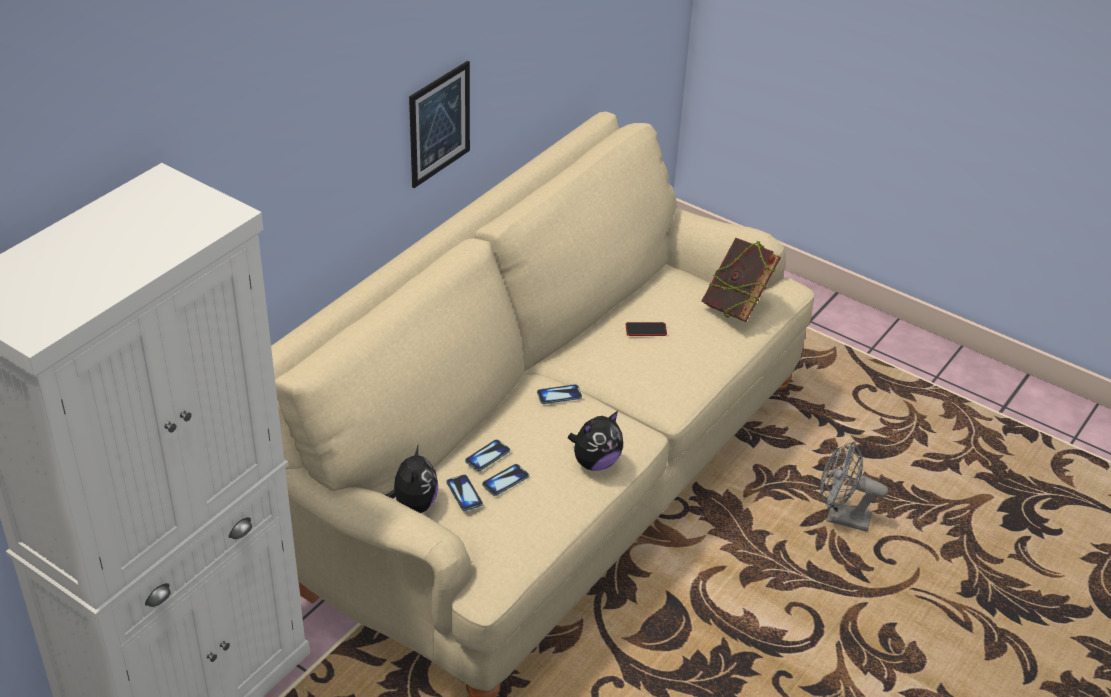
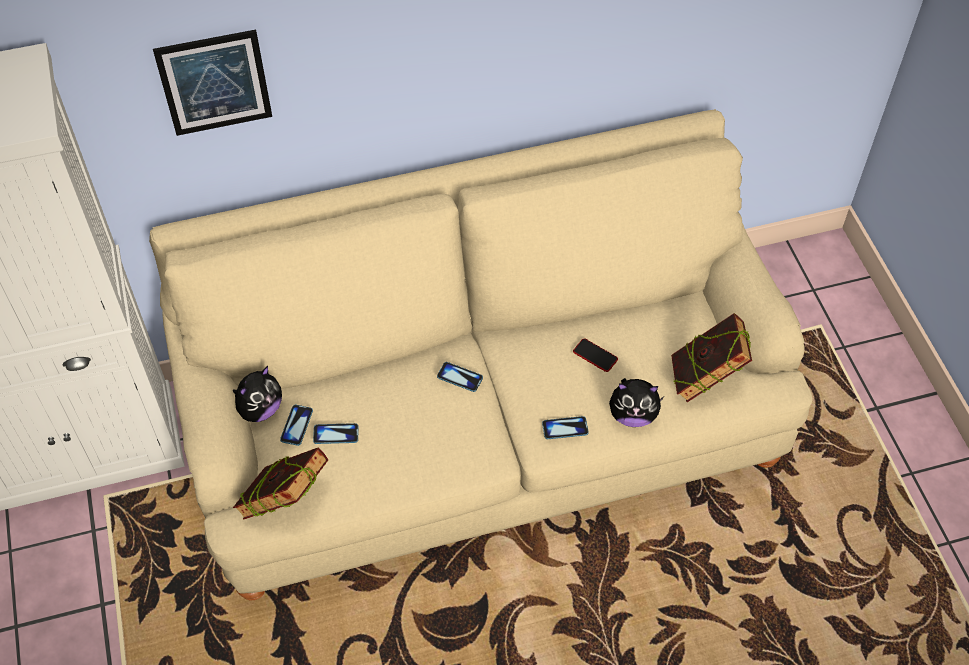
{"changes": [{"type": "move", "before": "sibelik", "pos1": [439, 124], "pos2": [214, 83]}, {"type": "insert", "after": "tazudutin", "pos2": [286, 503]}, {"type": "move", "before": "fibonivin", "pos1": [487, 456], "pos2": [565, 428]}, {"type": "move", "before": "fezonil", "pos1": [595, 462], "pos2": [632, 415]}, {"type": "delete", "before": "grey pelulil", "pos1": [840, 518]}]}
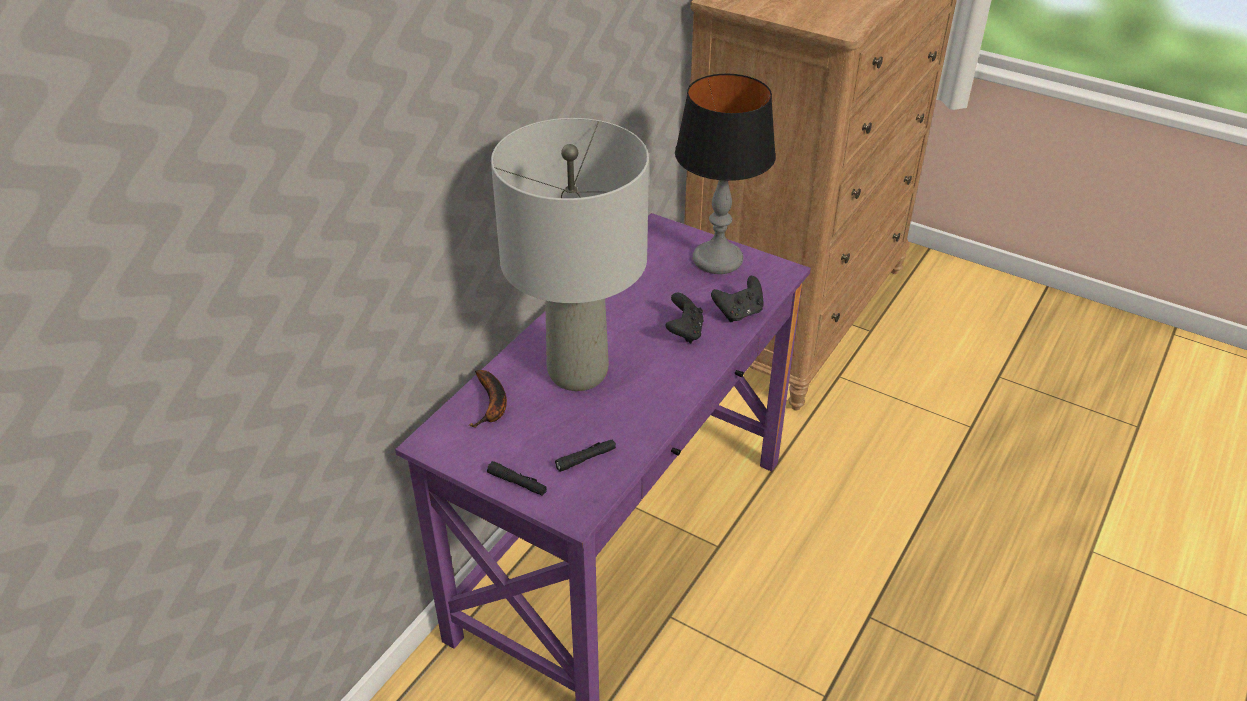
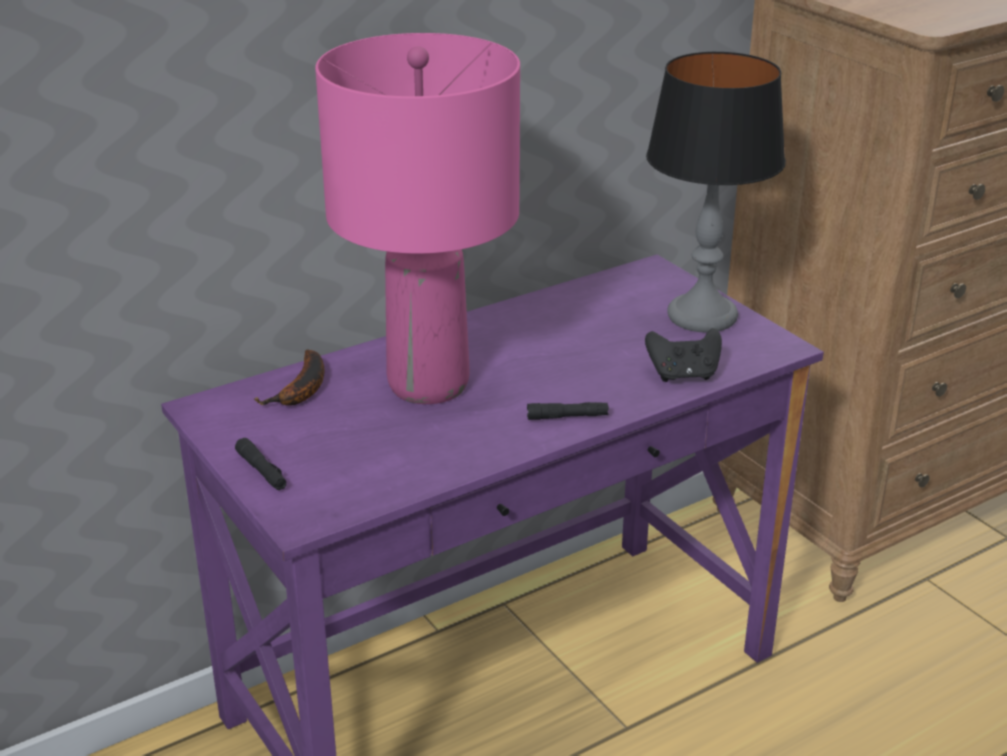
{"changes": [{"type": "recolor", "before": "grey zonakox", "after": "pink zonakox", "pos1": [579, 371], "pos2": [430, 384]}, {"type": "move", "before": "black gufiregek", "pos1": [586, 458], "pos2": [567, 416]}, {"type": "delete", "before": "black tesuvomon", "pos1": [684, 332]}]}
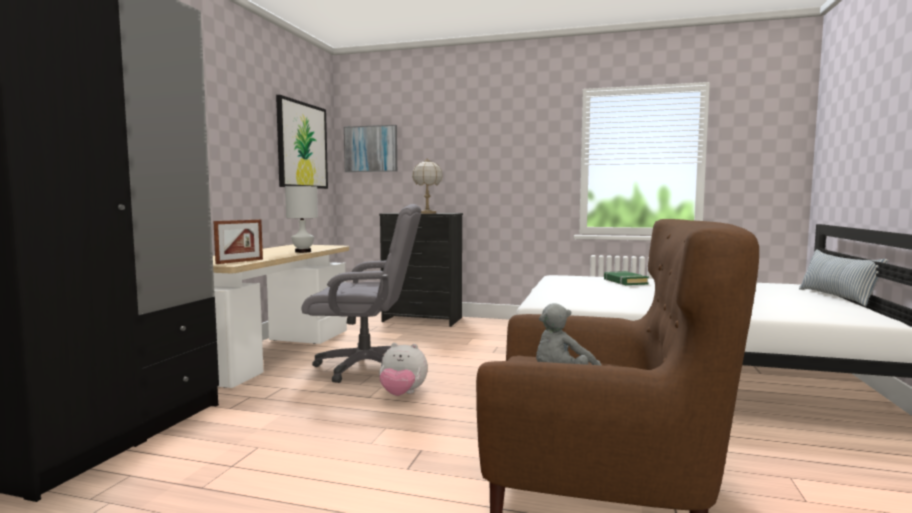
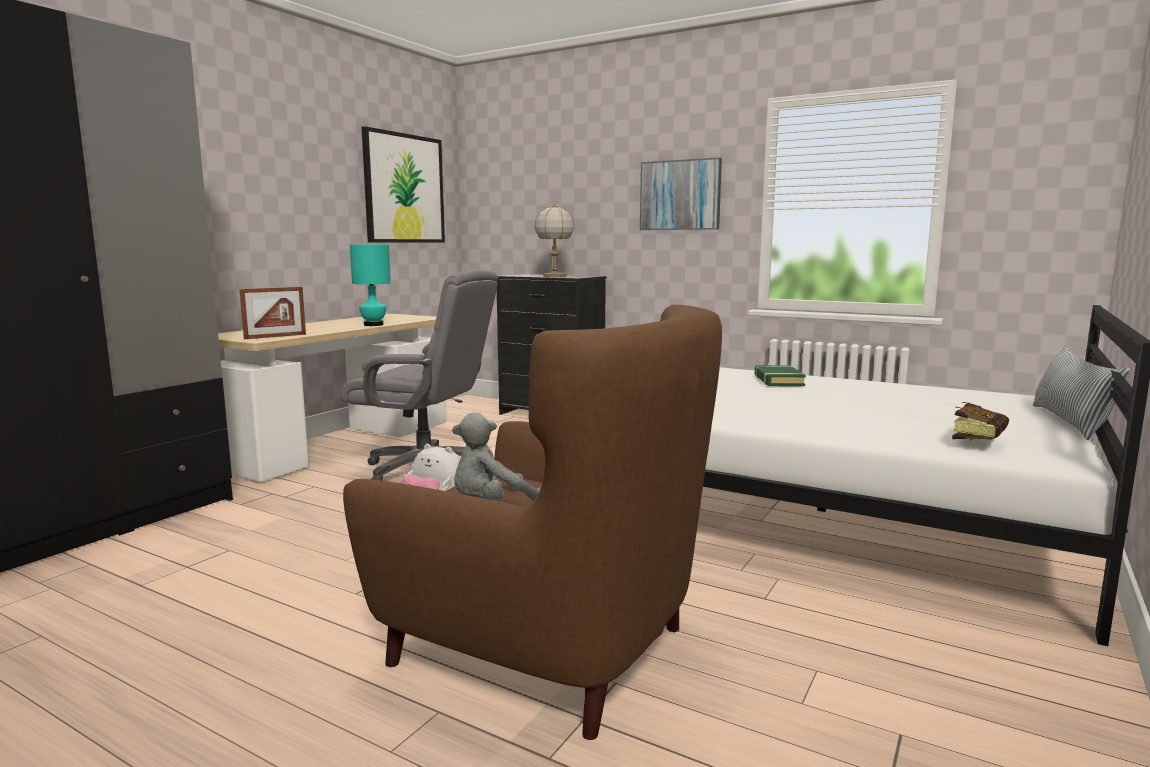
{"changes": [{"type": "recolor", "before": "white zonakox", "after": "turquoise zonakox", "pos1": [302, 251], "pos2": [373, 325]}, {"type": "move", "before": "sibelik", "pos1": [371, 149], "pos2": [680, 195]}, {"type": "insert", "after": "tazudutin", "pos2": [979, 440]}]}
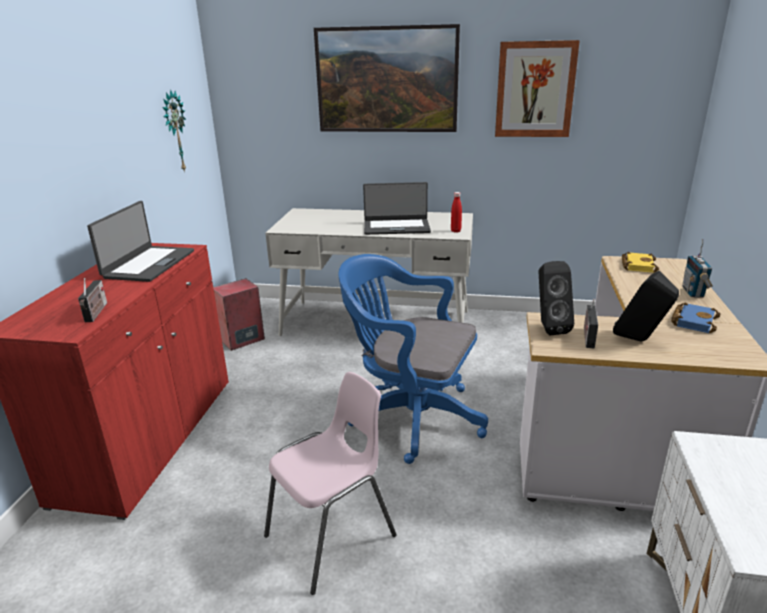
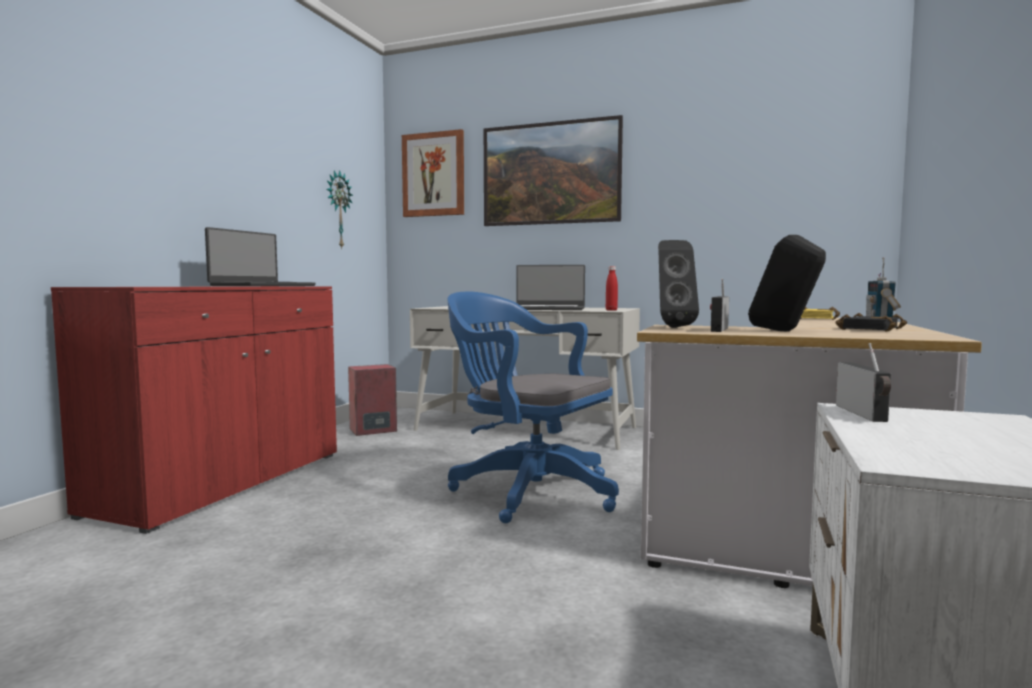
{"changes": [{"type": "move", "before": "sibelik", "pos1": [535, 90], "pos2": [433, 174]}, {"type": "recolor", "before": "blue tazudutin", "after": "black tazudutin", "pos1": [692, 321], "pos2": [868, 329]}, {"type": "move", "before": "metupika", "pos1": [96, 313], "pos2": [863, 414]}, {"type": "delete", "before": "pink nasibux", "pos1": [333, 536]}]}
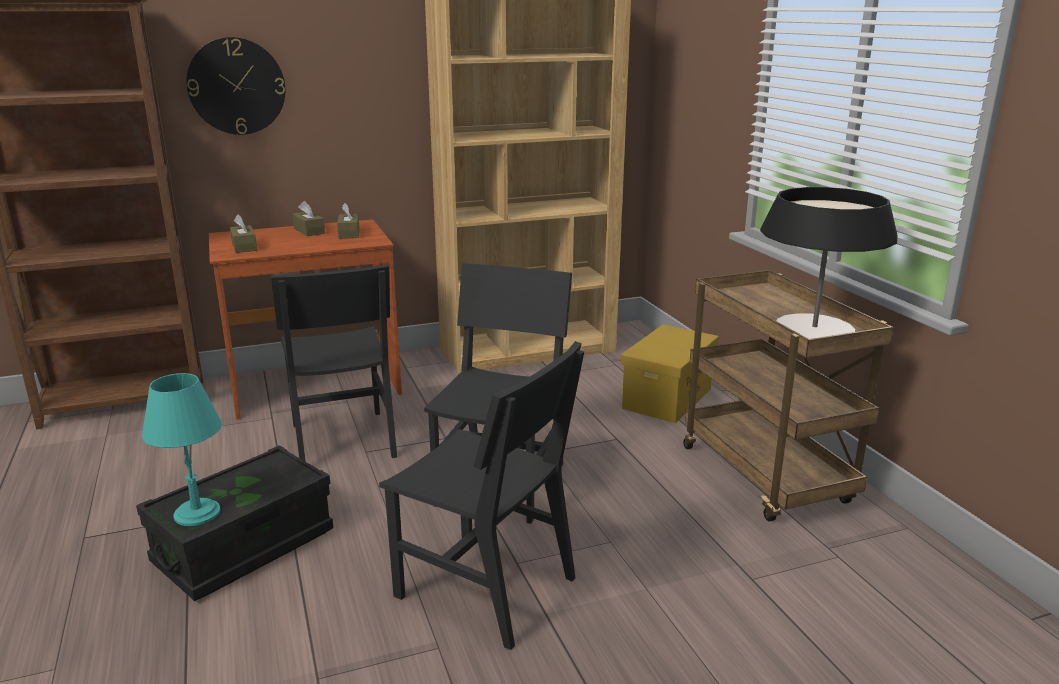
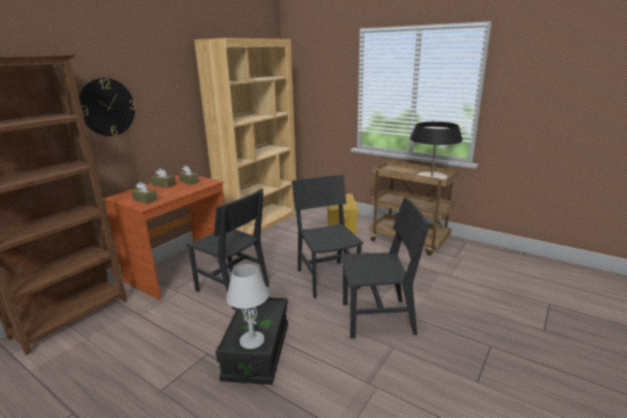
{"changes": [{"type": "recolor", "before": "turquoise zonakox", "after": "grey zonakox", "pos1": [196, 513], "pos2": [251, 340]}]}
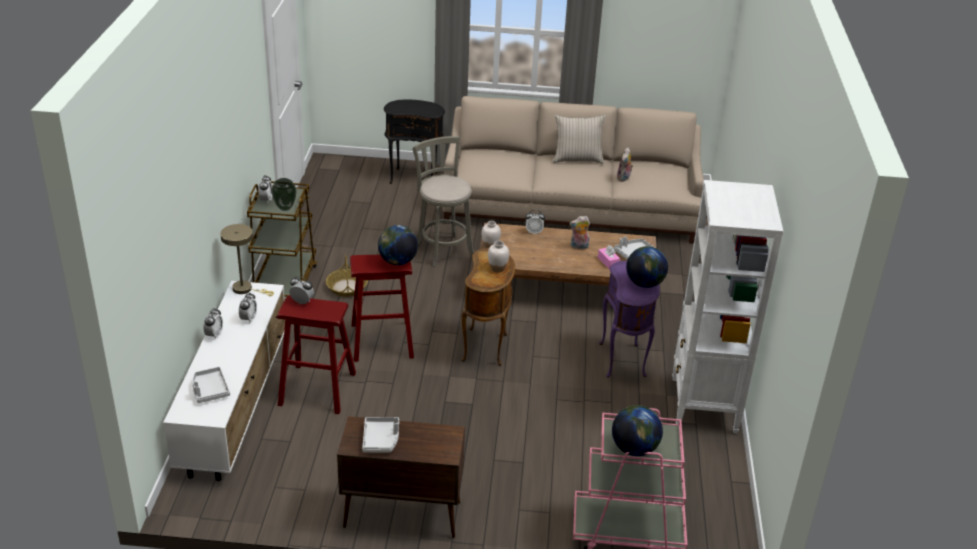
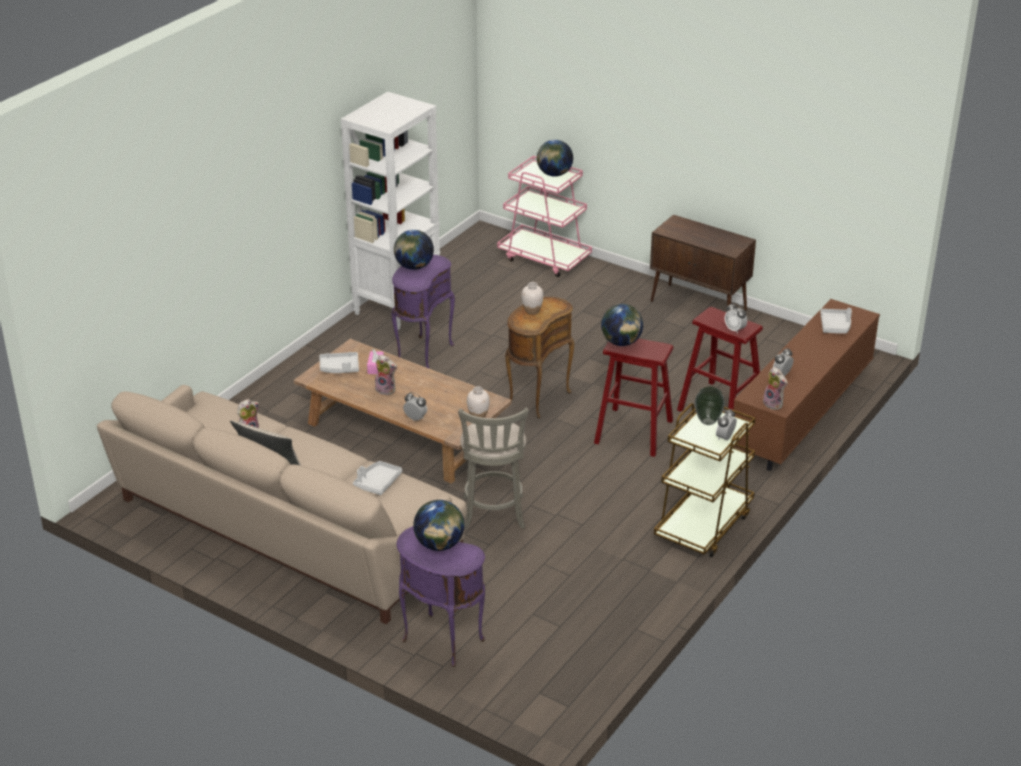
{"changes": [{"type": "move", "before": "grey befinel", "pos1": [381, 439], "pos2": [377, 483]}, {"type": "recolor", "before": "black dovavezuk", "after": "purple dovavezuk", "pos1": [414, 177], "pos2": [441, 642]}, {"type": "insert", "after": "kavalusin", "pos2": [439, 545]}, {"type": "recolor", "before": "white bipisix", "after": "brown bipisix", "pos1": [236, 404], "pos2": [801, 414]}, {"type": "replace", "before": "beige zonakox", "after": "fezonil", "pos1": [246, 289], "pos2": [774, 404]}, {"type": "delete", "before": "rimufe", "pos1": [214, 335]}, {"type": "delete", "before": "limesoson", "pos1": [346, 287]}]}
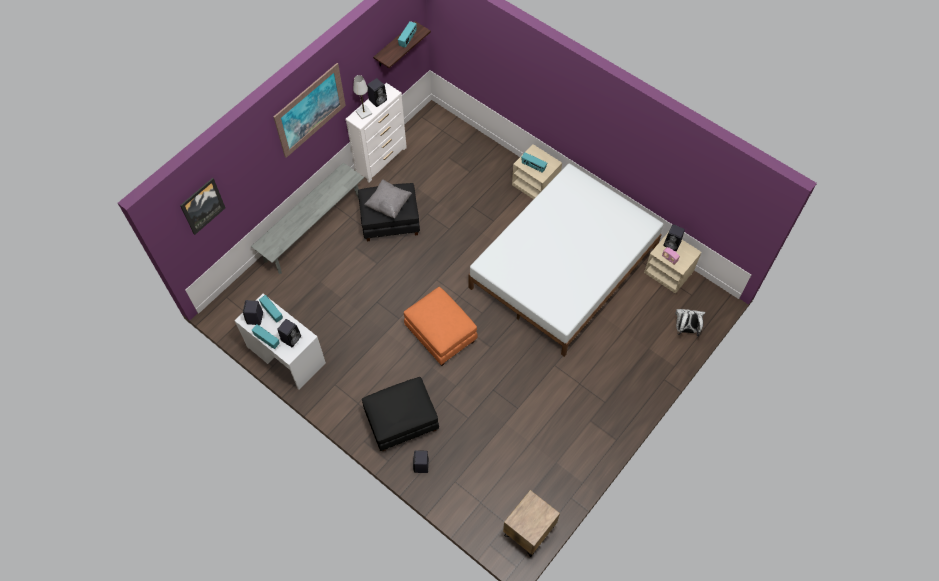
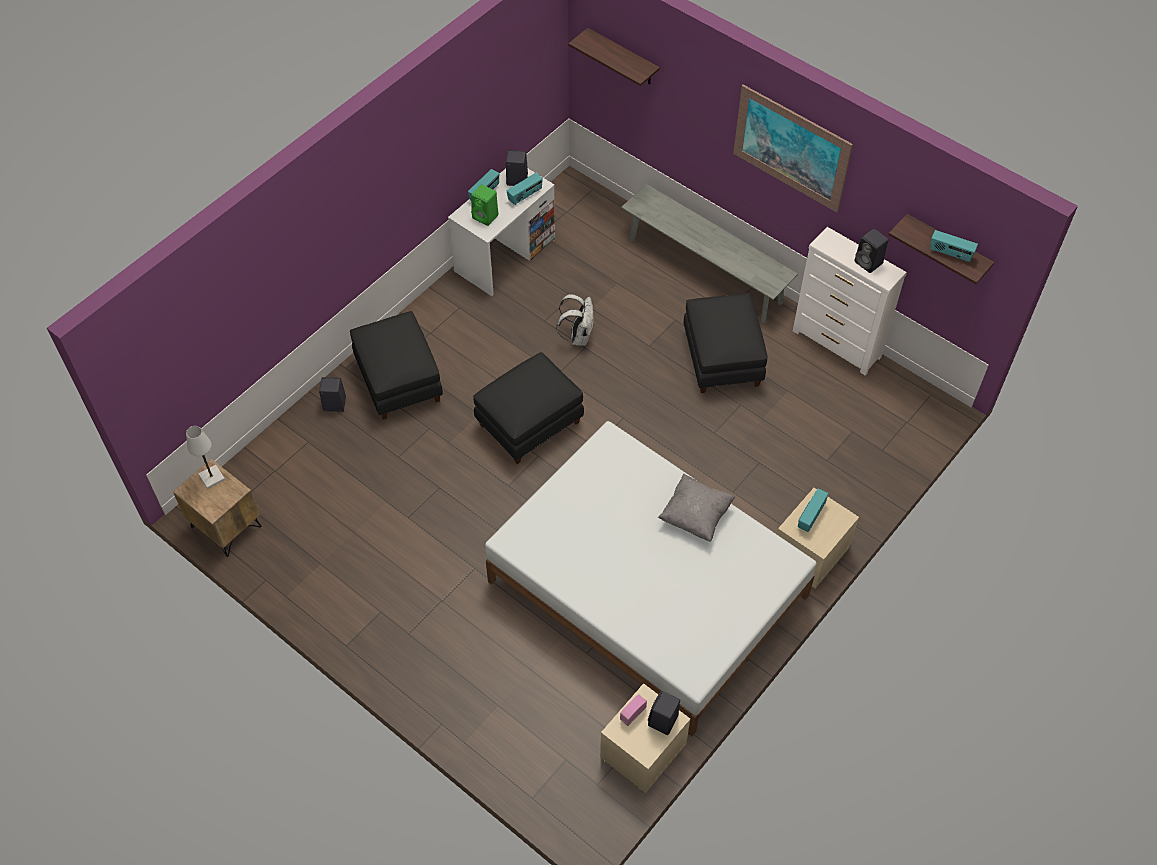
{"changes": [{"type": "move", "before": "white zonakox", "pos1": [364, 113], "pos2": [211, 477]}, {"type": "recolor", "before": "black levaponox", "after": "green levaponox", "pos1": [291, 338], "pos2": [486, 217]}, {"type": "recolor", "before": "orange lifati", "after": "black lifati", "pos1": [440, 335], "pos2": [529, 423]}, {"type": "move", "before": "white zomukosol", "pos1": [685, 329], "pos2": [578, 336]}, {"type": "replace", "before": "sibelik", "after": "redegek", "pos1": [202, 205], "pos2": [623, 58]}, {"type": "move", "before": "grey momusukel", "pos1": [389, 204], "pos2": [695, 516]}]}
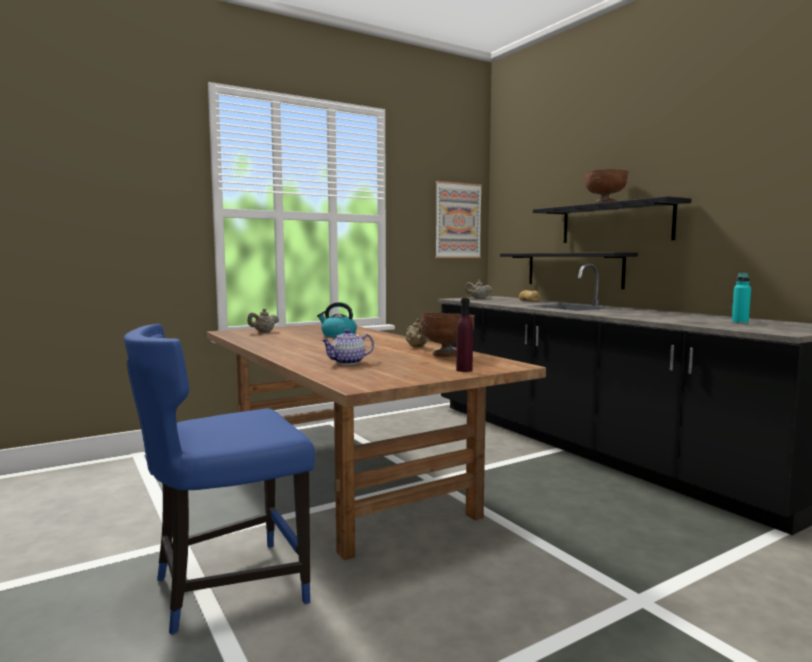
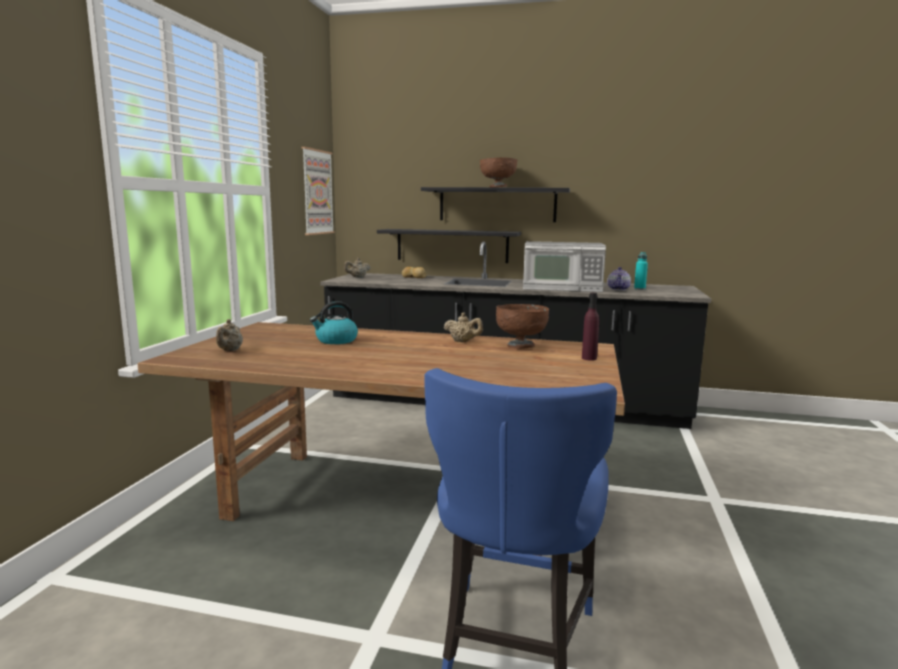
{"changes": [{"type": "insert", "after": "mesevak", "pos2": [562, 288]}, {"type": "move", "before": "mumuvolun", "pos1": [348, 363], "pos2": [619, 289]}]}
